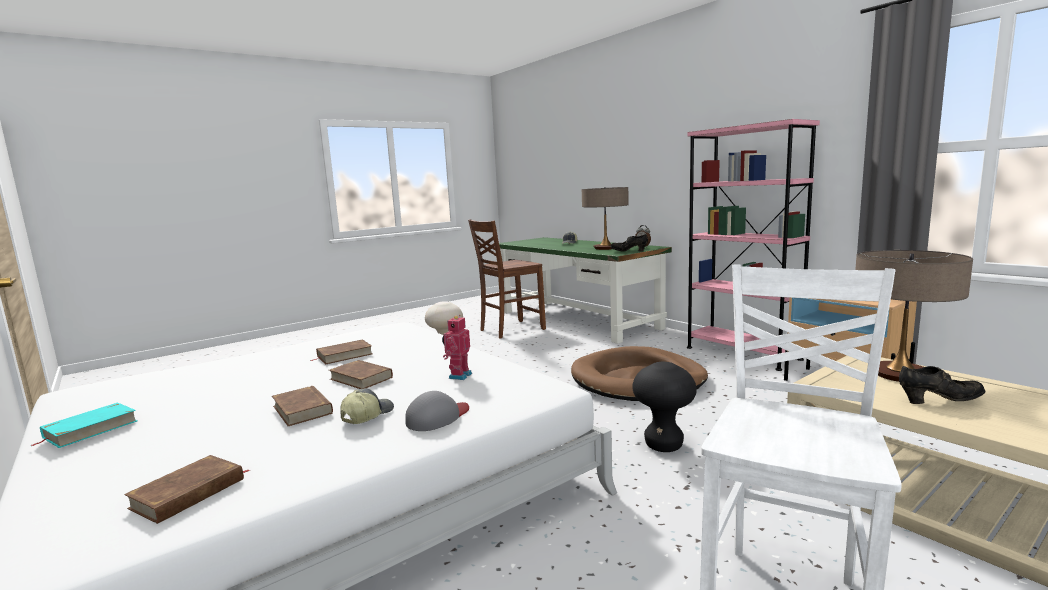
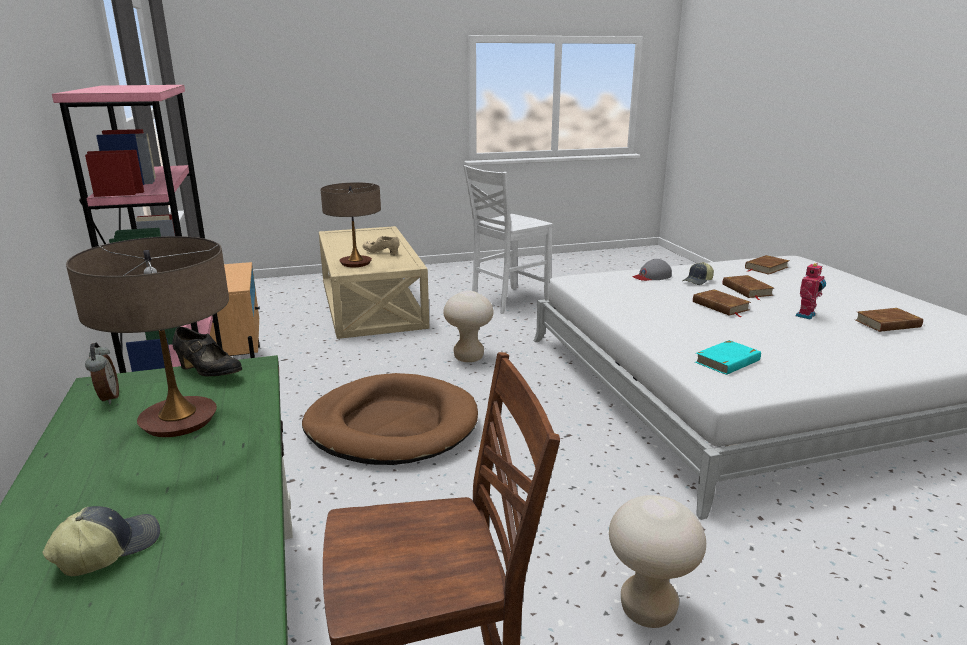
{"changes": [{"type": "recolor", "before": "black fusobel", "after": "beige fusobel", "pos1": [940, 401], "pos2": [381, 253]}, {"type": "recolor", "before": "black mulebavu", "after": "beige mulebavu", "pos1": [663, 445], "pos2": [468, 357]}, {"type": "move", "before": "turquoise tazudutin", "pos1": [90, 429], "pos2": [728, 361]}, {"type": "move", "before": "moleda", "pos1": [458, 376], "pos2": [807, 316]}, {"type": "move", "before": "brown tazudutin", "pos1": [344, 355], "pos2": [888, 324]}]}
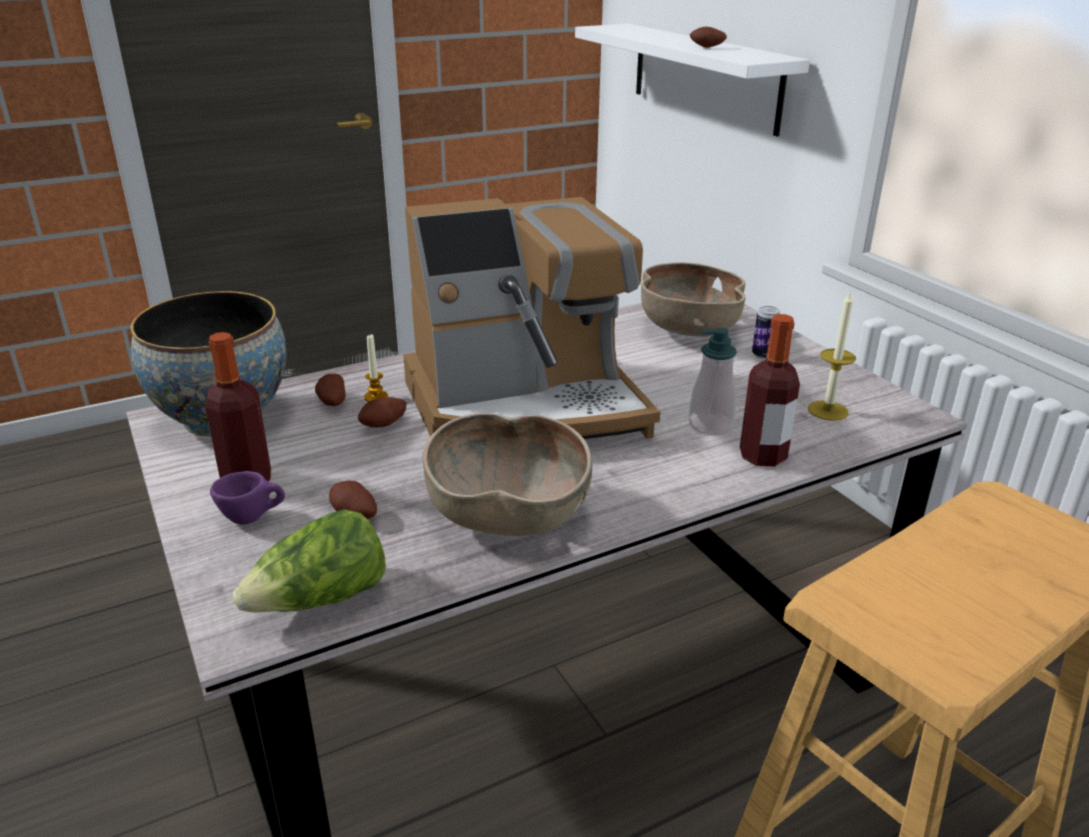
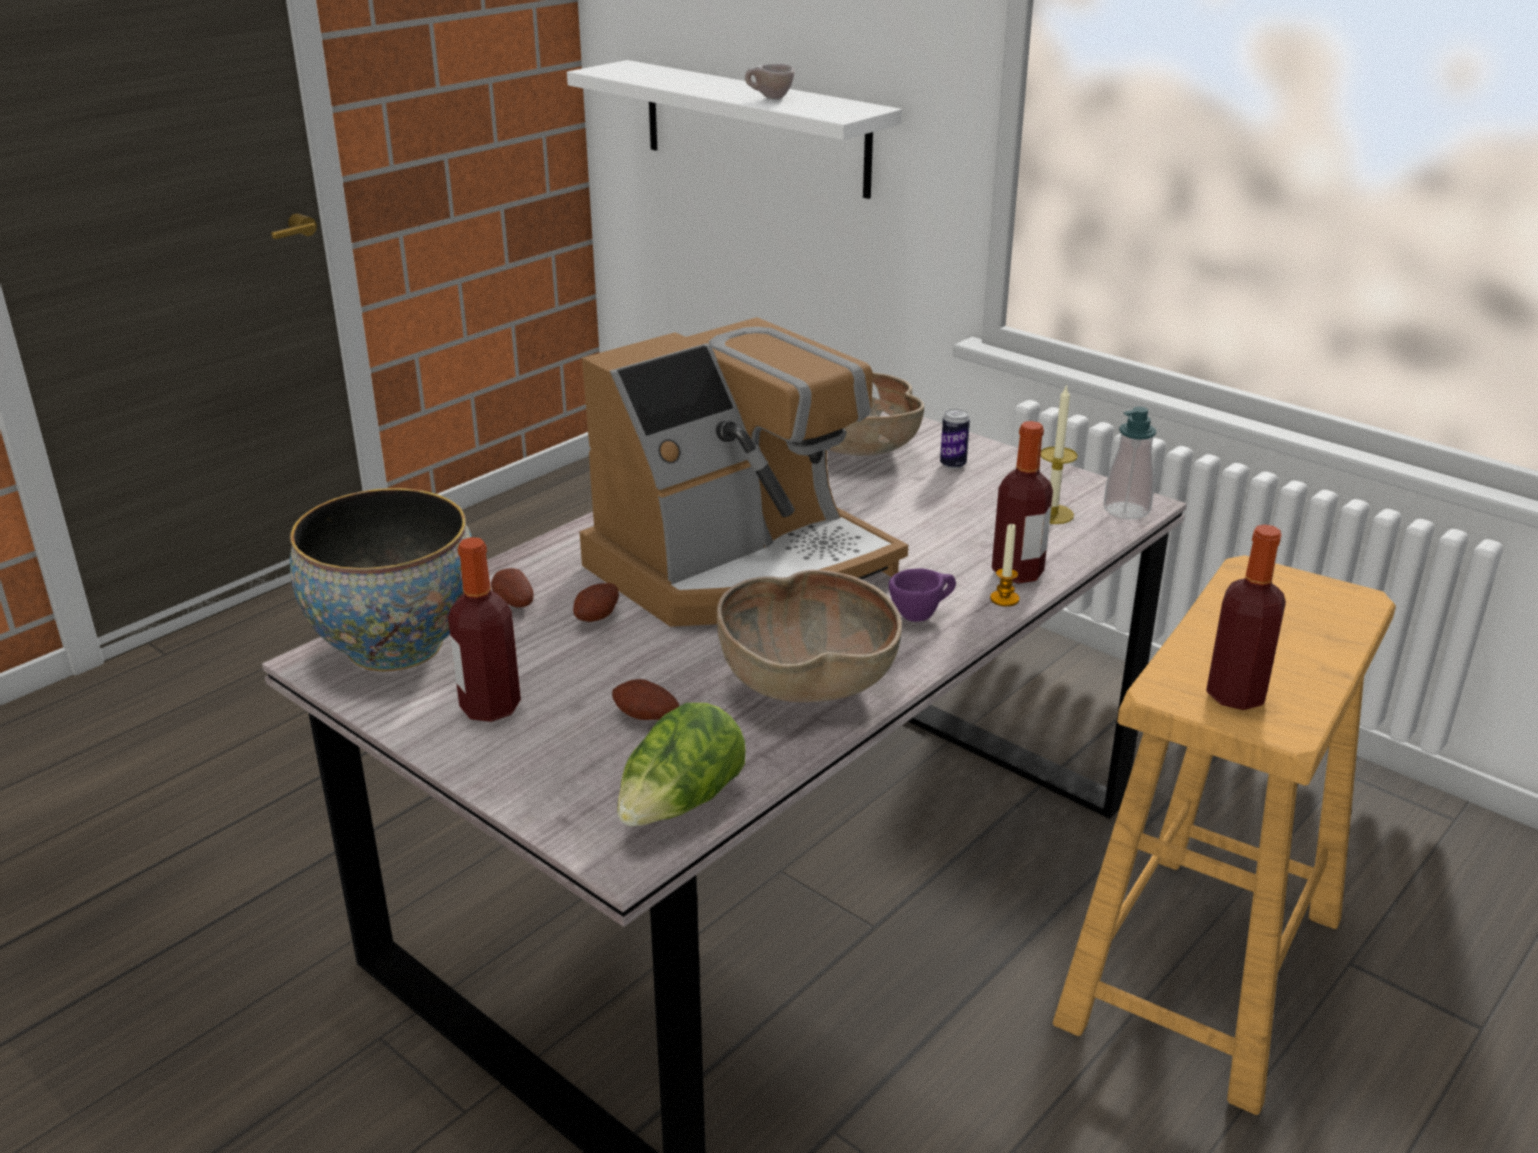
{"changes": [{"type": "replace", "before": "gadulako", "after": "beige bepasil", "pos1": [707, 47], "pos2": [769, 98]}, {"type": "move", "before": "purple bepasil", "pos1": [253, 518], "pos2": [921, 615]}, {"type": "move", "before": "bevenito", "pos1": [376, 397], "pos2": [1004, 599]}, {"type": "move", "before": "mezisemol", "pos1": [710, 425], "pos2": [1126, 510]}, {"type": "insert", "after": "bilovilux", "pos2": [1235, 695]}]}
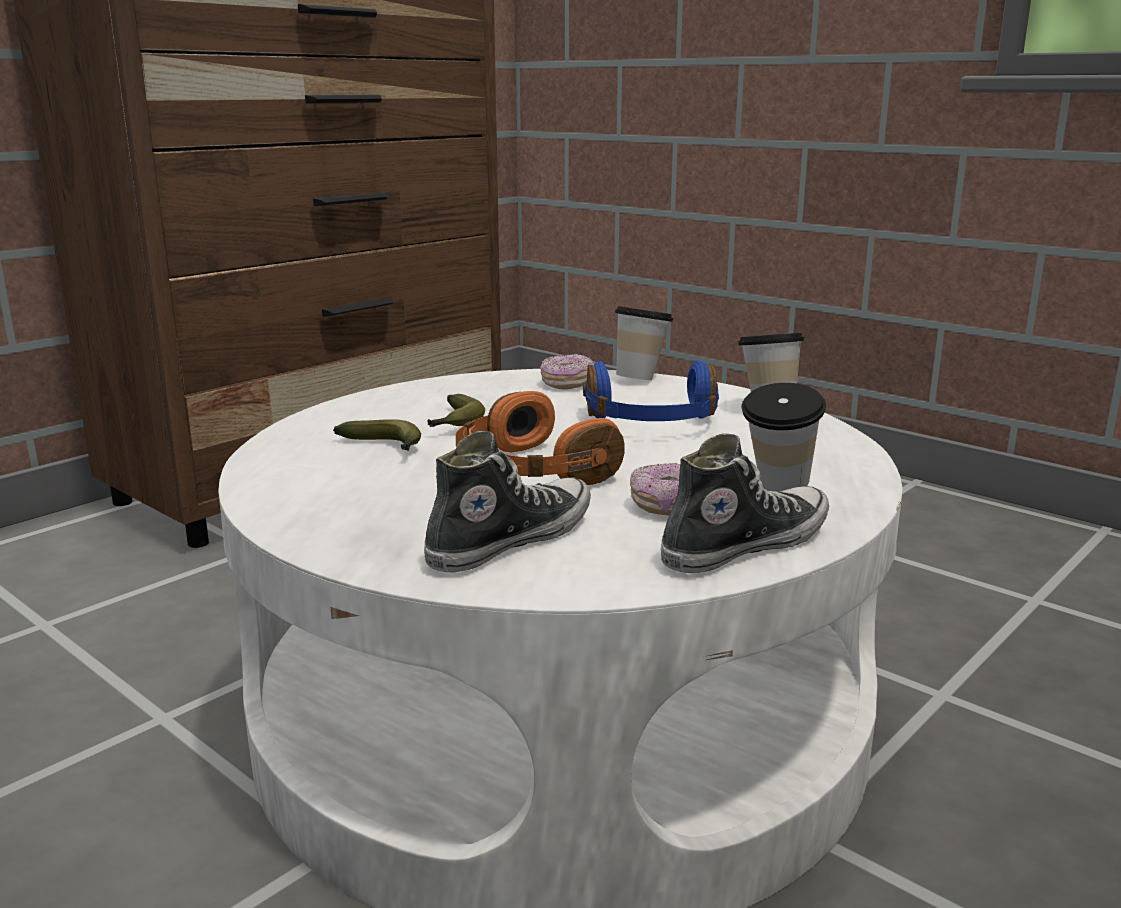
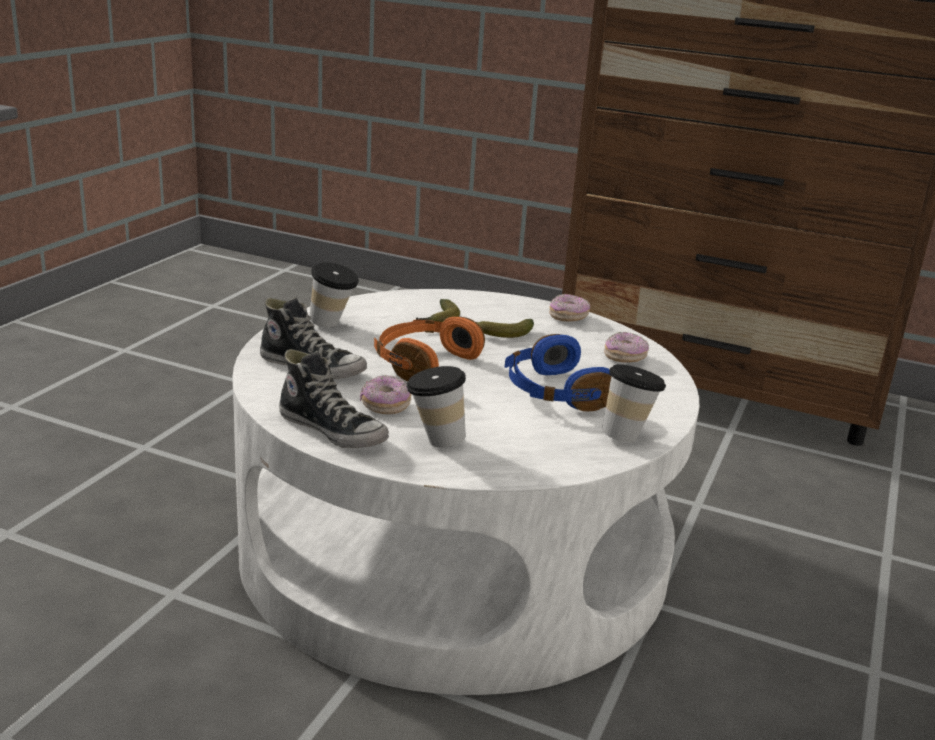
{"changes": [{"type": "move", "before": "bepasil", "pos1": [641, 378], "pos2": [333, 325]}, {"type": "insert", "after": "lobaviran", "pos2": [568, 317]}]}
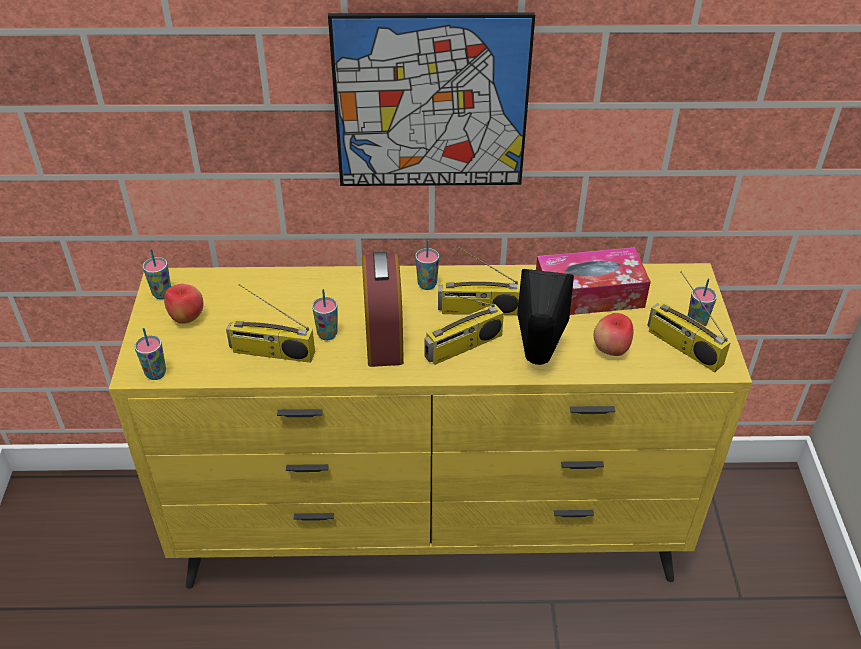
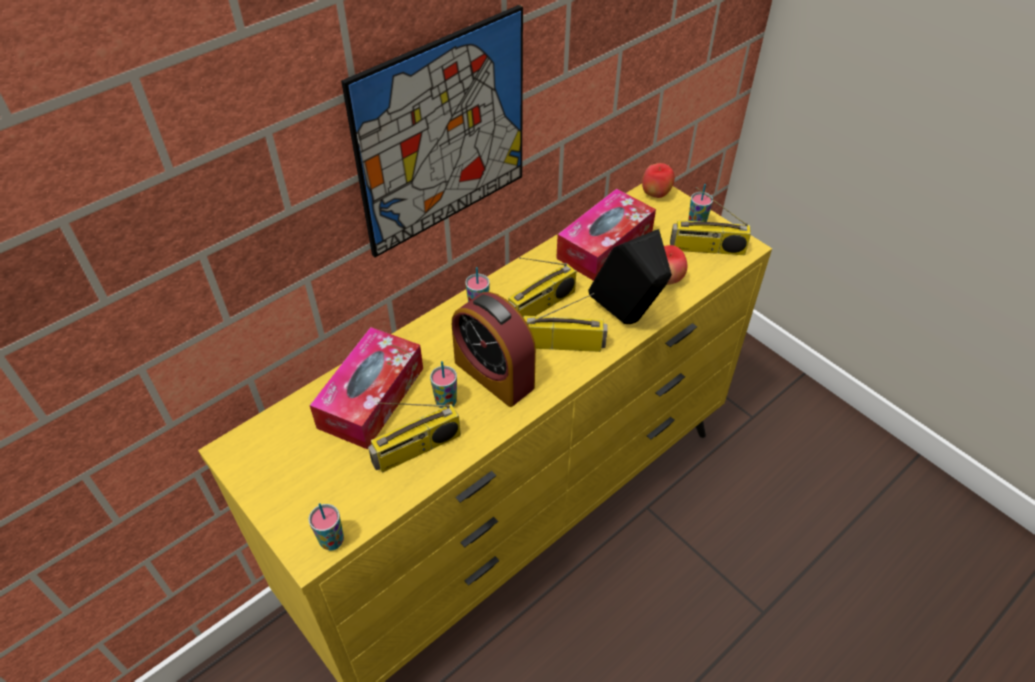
{"changes": [{"type": "insert", "after": "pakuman", "pos2": [371, 397]}, {"type": "rotate", "before": "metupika", "pos1": [463, 347], "pos2": [563, 343], "turn": -105}, {"type": "move", "before": "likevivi", "pos1": [187, 318], "pos2": [655, 194]}, {"type": "delete", "before": "bepasil", "pos1": [162, 294]}]}
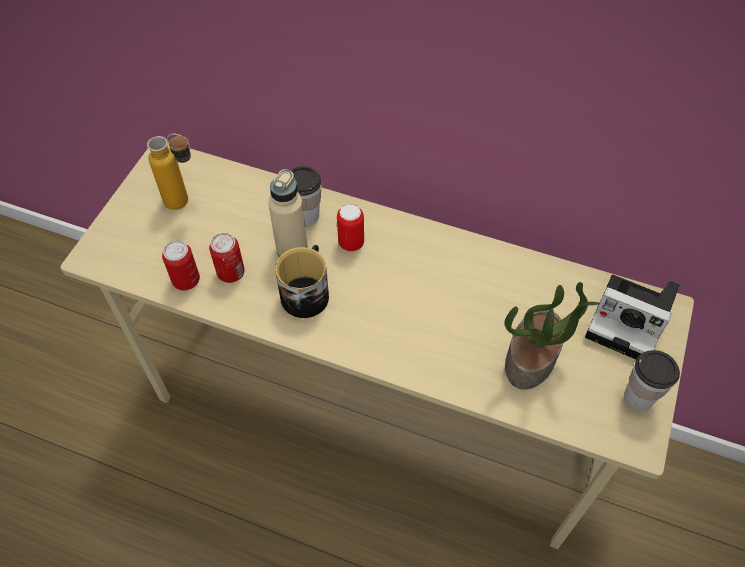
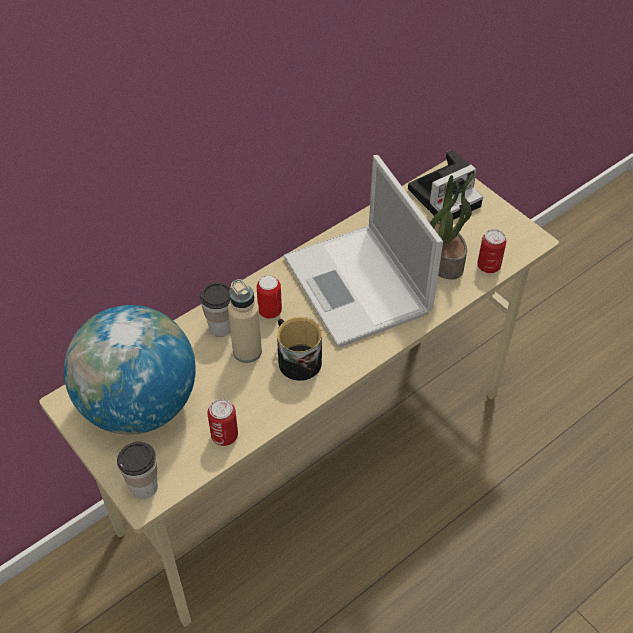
{"changes": [{"type": "replace", "before": "bilovilux", "after": "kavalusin", "pos1": [186, 203], "pos2": [139, 405]}, {"type": "move", "before": "bepasil", "pos1": [638, 397], "pos2": [144, 487]}, {"type": "insert", "after": "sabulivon", "pos2": [358, 287]}, {"type": "move", "before": "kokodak", "pos1": [231, 273], "pos2": [488, 266]}]}
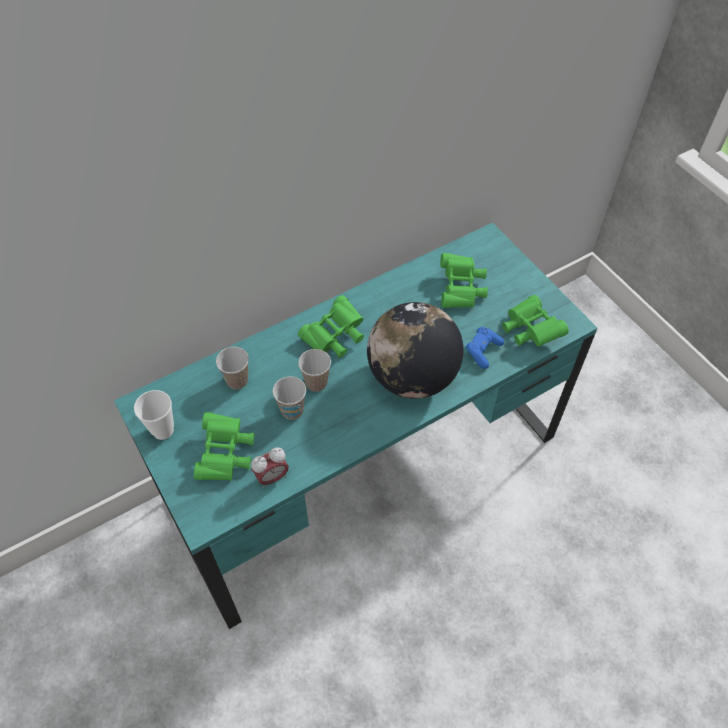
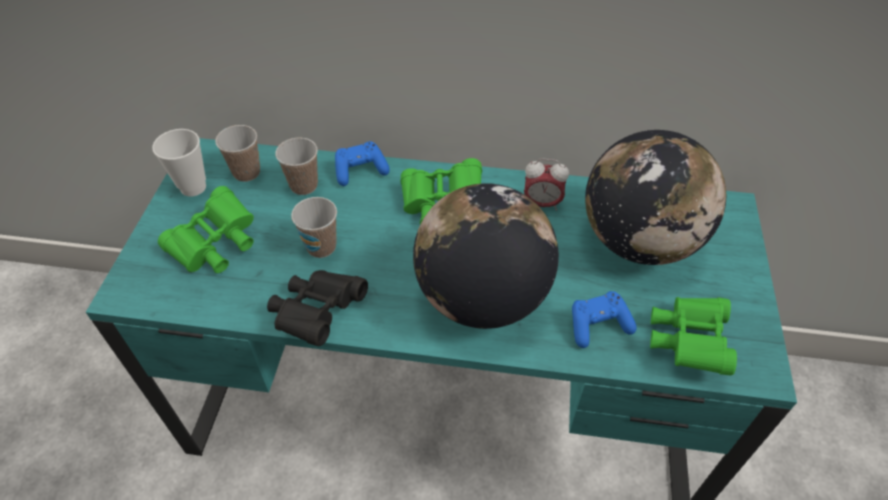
{"changes": [{"type": "move", "before": "bepasil", "pos1": [316, 383], "pos2": [246, 172]}, {"type": "insert", "after": "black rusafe", "pos2": [318, 313]}, {"type": "insert", "after": "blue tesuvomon", "pos2": [360, 171]}, {"type": "move", "before": "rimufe", "pos1": [272, 477], "pos2": [542, 204]}, {"type": "replace", "before": "green rusafe", "after": "kavalusin", "pos1": [461, 289], "pos2": [639, 241]}]}
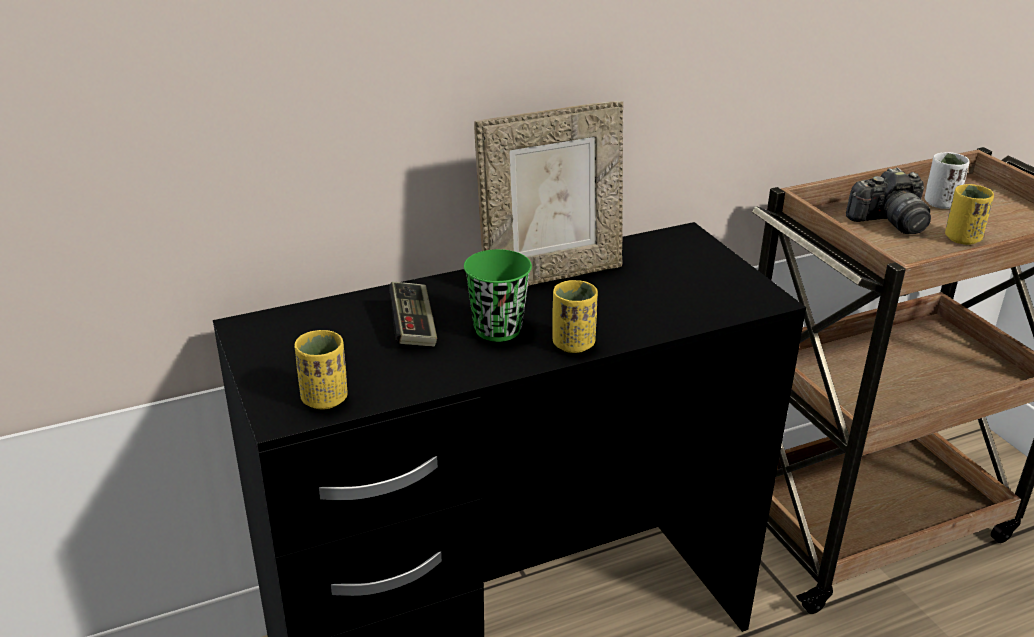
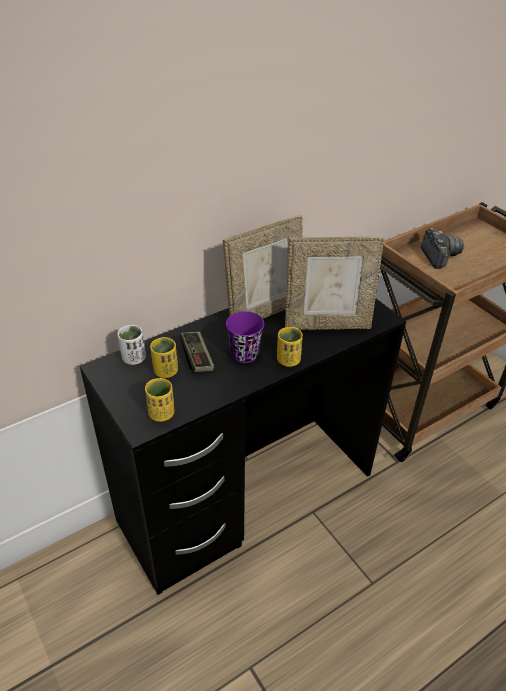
{"changes": [{"type": "move", "before": "white bepasil", "pos1": [940, 203], "pos2": [134, 358]}, {"type": "move", "before": "yellow bepasil", "pos1": [962, 238], "pos2": [165, 371]}, {"type": "recolor", "before": "green bepasil", "after": "purple bepasil", "pos1": [497, 329], "pos2": [244, 354]}, {"type": "insert", "after": "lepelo", "pos2": [327, 324]}, {"type": "rotate", "before": "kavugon", "pos1": [889, 222], "pos2": [439, 256], "turn": -75}]}
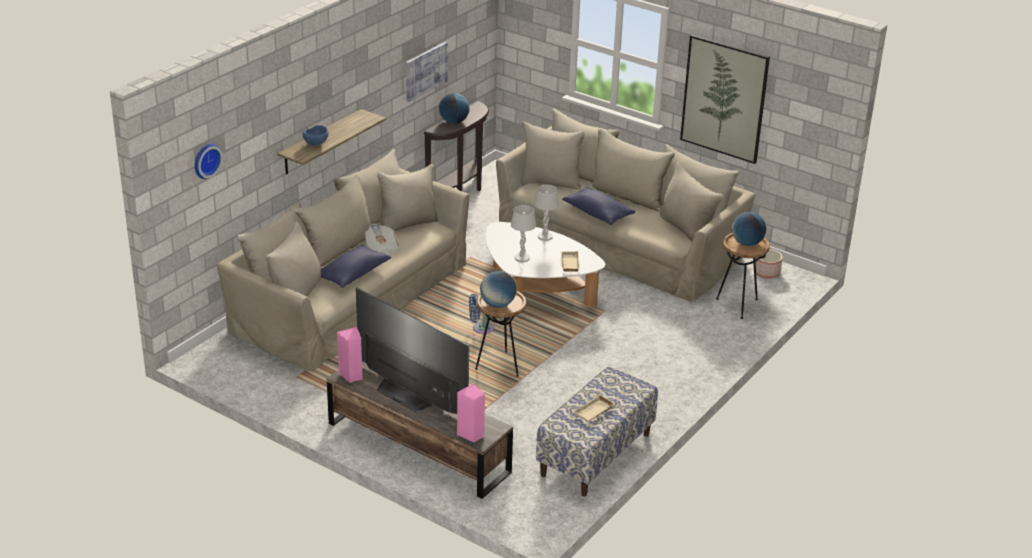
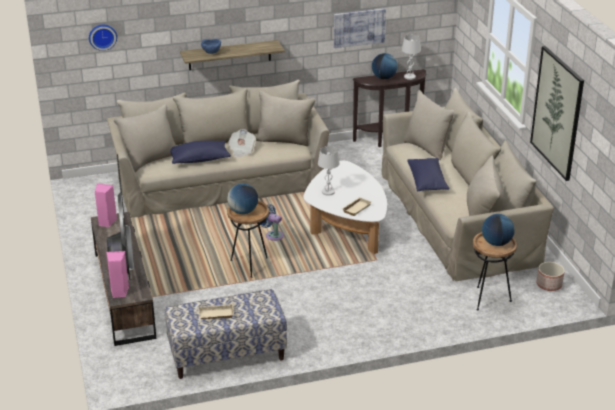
{"changes": [{"type": "move", "before": "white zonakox", "pos1": [545, 237], "pos2": [409, 77]}]}
